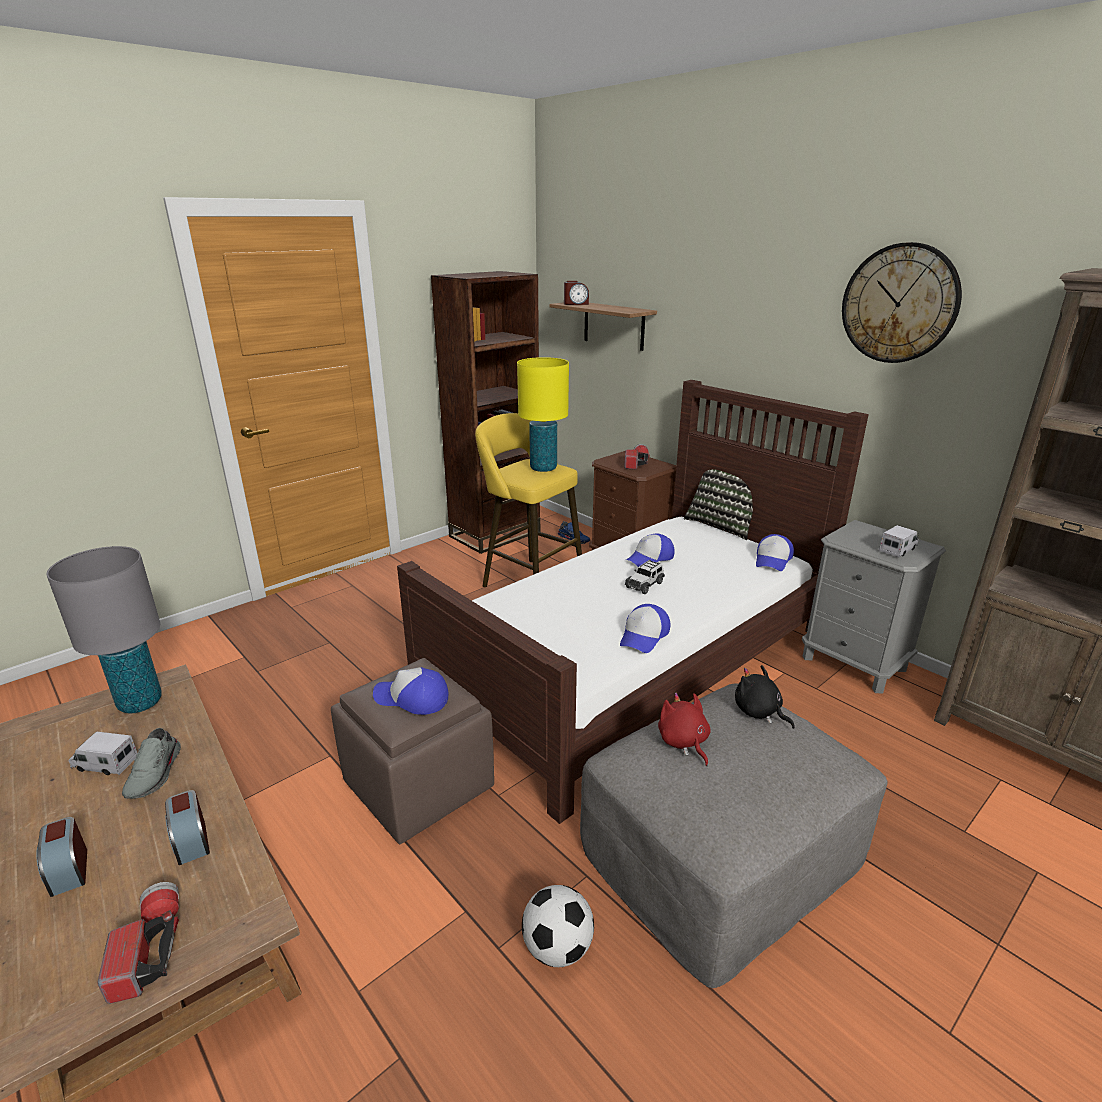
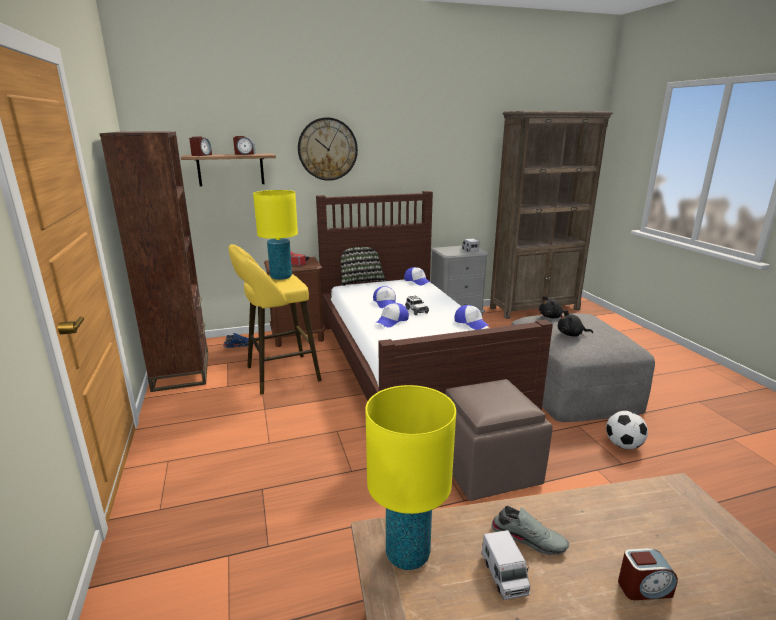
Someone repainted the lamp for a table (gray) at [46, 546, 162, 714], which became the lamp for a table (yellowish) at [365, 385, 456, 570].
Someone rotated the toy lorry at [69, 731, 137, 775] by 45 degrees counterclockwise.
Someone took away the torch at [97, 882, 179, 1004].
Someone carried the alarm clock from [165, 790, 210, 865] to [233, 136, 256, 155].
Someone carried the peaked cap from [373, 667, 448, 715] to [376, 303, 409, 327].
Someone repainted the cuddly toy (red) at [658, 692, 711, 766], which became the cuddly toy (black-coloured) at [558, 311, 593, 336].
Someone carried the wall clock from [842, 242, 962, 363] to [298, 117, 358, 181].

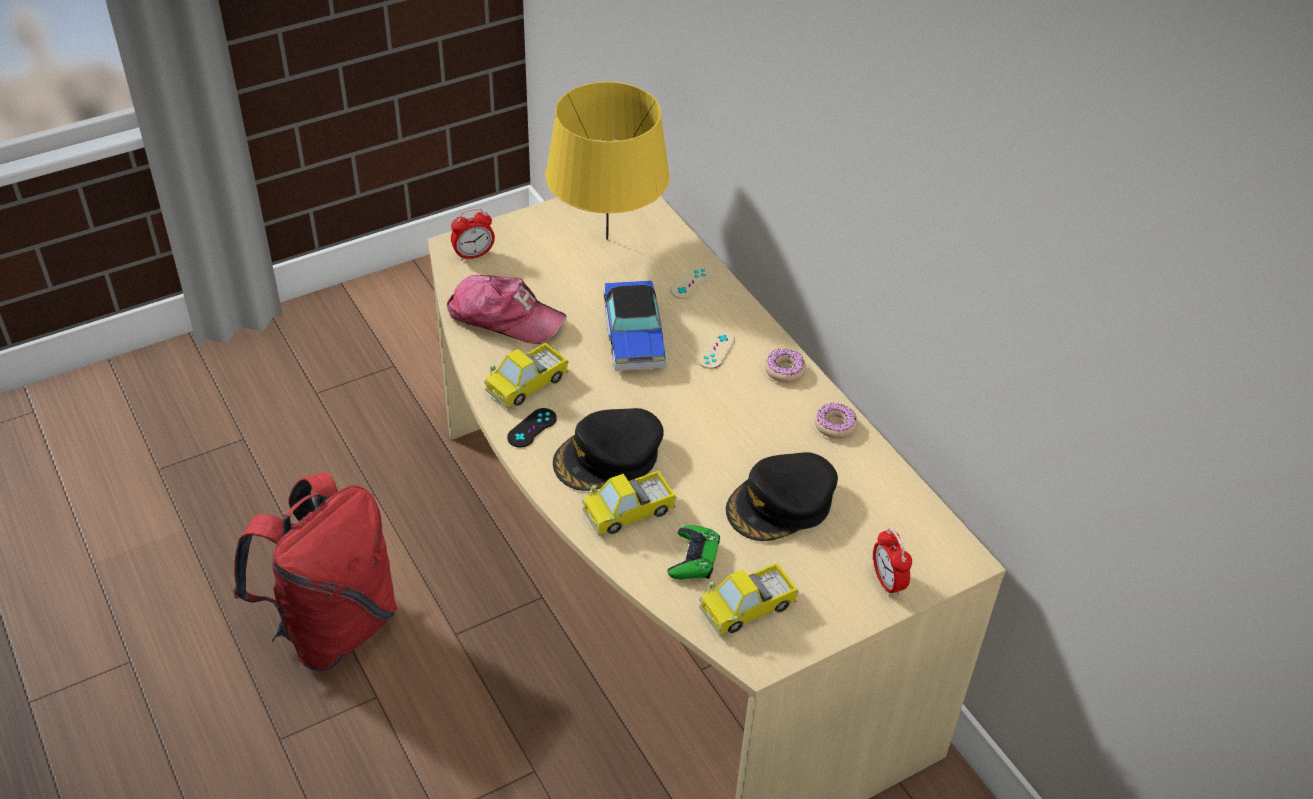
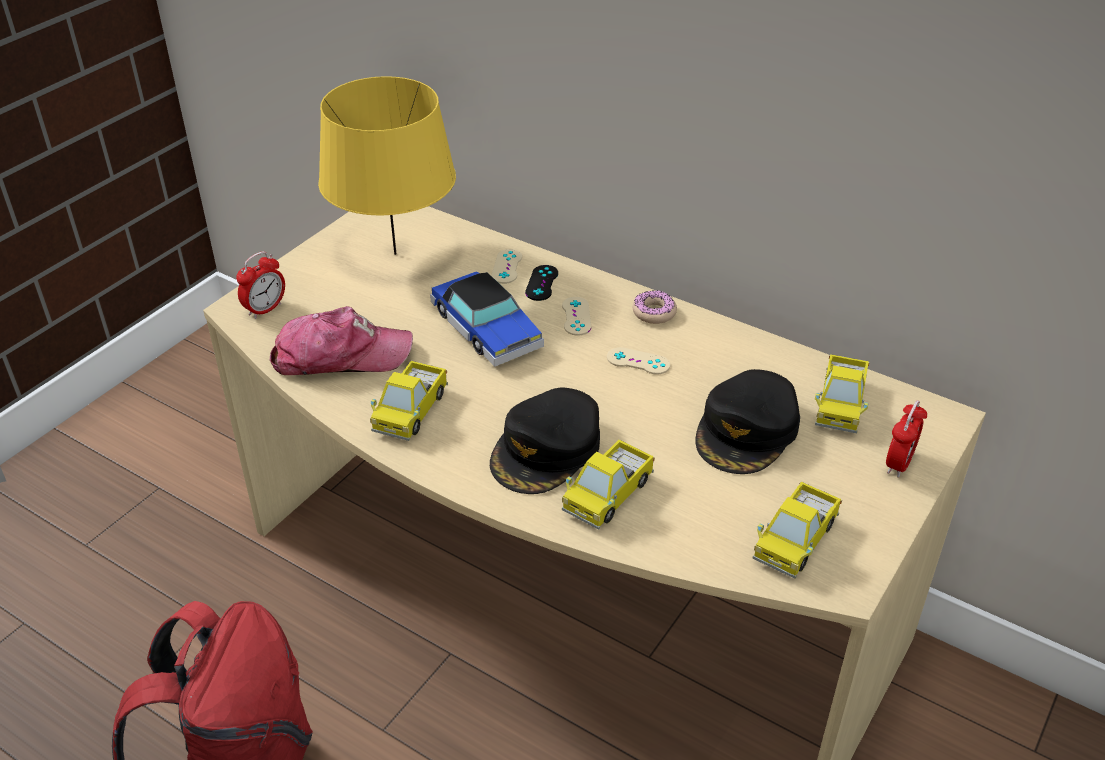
Someone carried the gamepad (black-coloured) from [507, 408, 557, 448] to [525, 265, 558, 301].
Someone took away the gamepad (greenish) at [667, 525, 720, 580].
Someone took away the ring doughnut at [815, 403, 858, 439].
Someone rotated the alarm clock at [873, 528, 912, 597] by 105 degrees counterclockwise.
Someone put down the gamepad (beige) at [607, 347, 670, 375].
Someone put down the toy lorry at [815, 354, 870, 433].

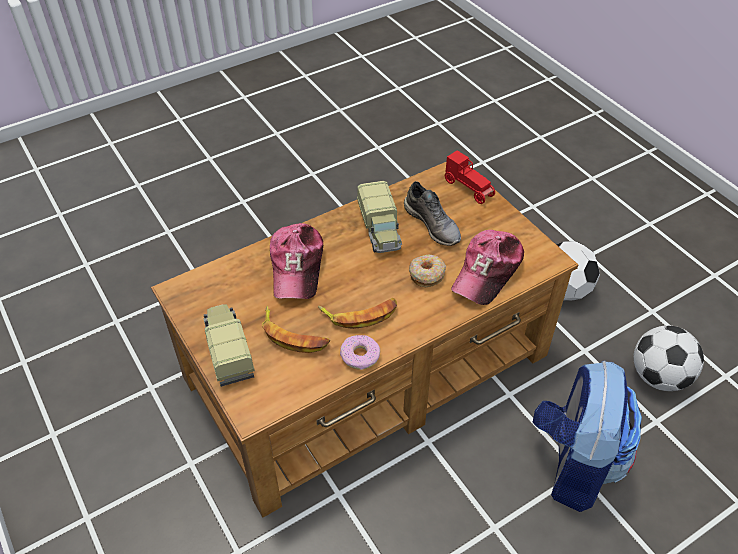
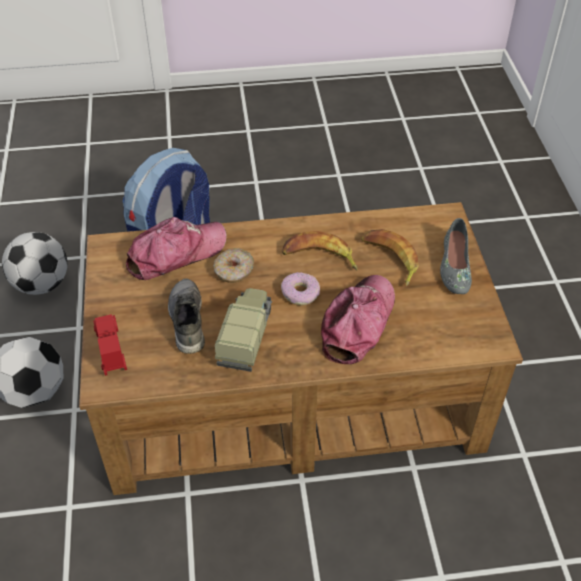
Someone swapped the toy lorry at [203, 304, 255, 387] for the shoe (gray) at [440, 218, 472, 294].
Someone carried the ring doughnut from [340, 335, 380, 370] to [281, 272, 320, 305].

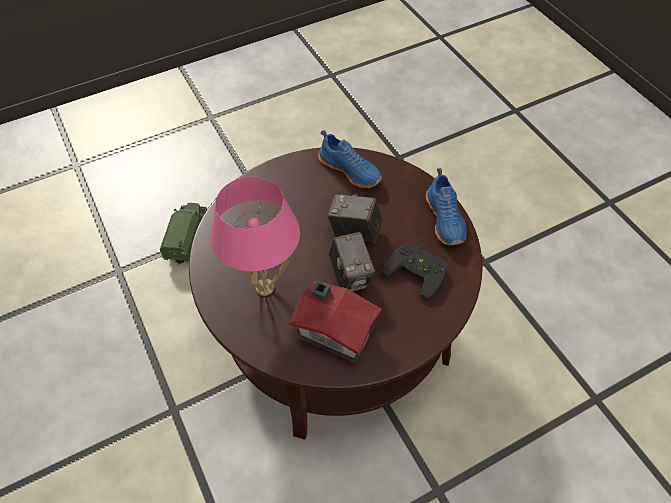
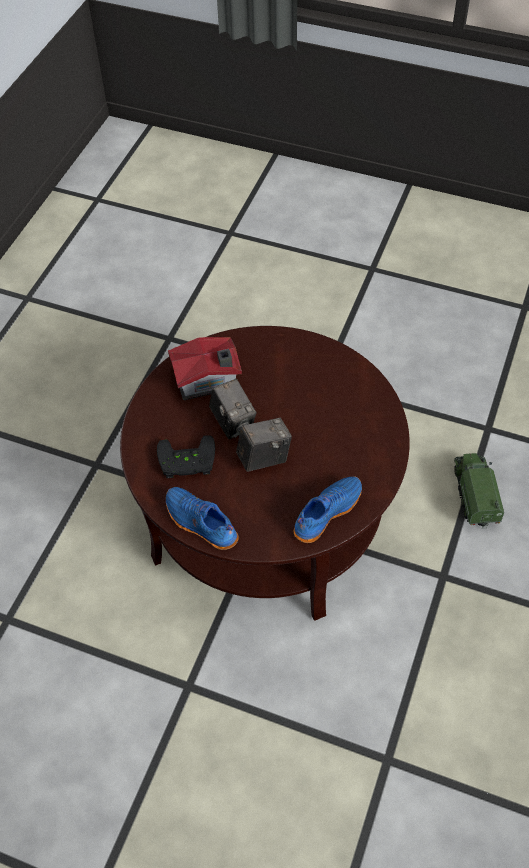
Someone rotated the toy lorry at [160, 203, 207, 265] by 150 degrees counterclockwise.
Someone took away the lamp for a table (pinkish) at [210, 177, 300, 296].
Someone rotated the shoe (blue-coloured) at [318, 130, 382, 188] by 135 degrees clockwise.
Someone rotated the still camera at [329, 232, 375, 292] by 150 degrees counterclockwise.

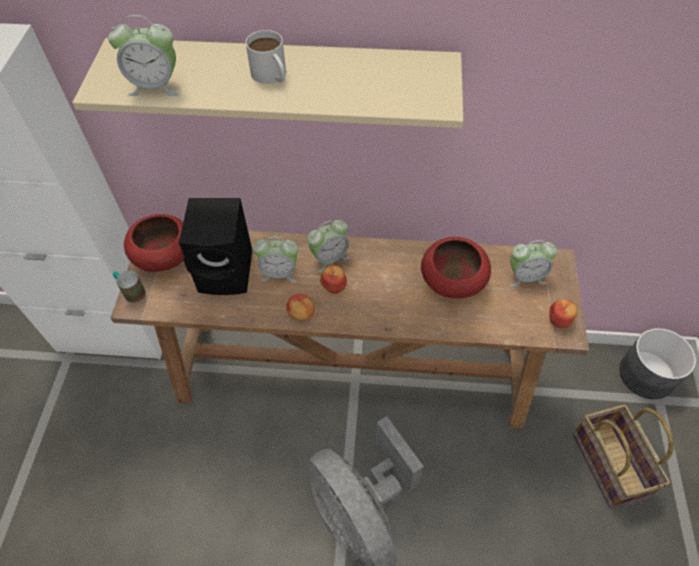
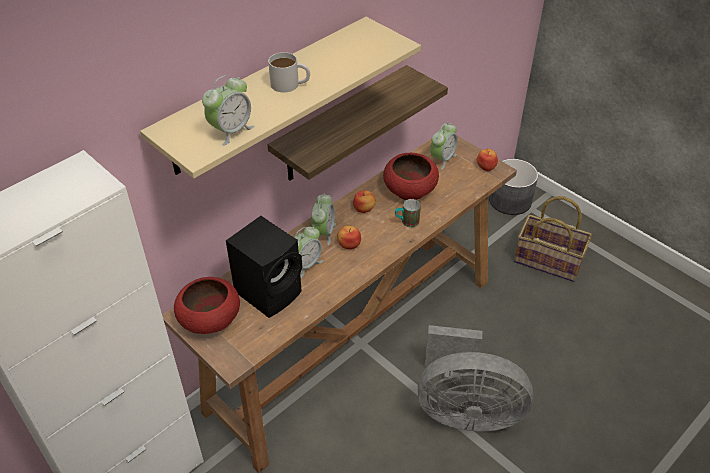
Someone carried the tea mug from [113, 271, 146, 303] to [395, 199, 421, 227].
Someone carried the whole apple from [286, 293, 315, 321] to [353, 190, 376, 213].
Someone put up the wall shelf at [267, 65, 448, 181].

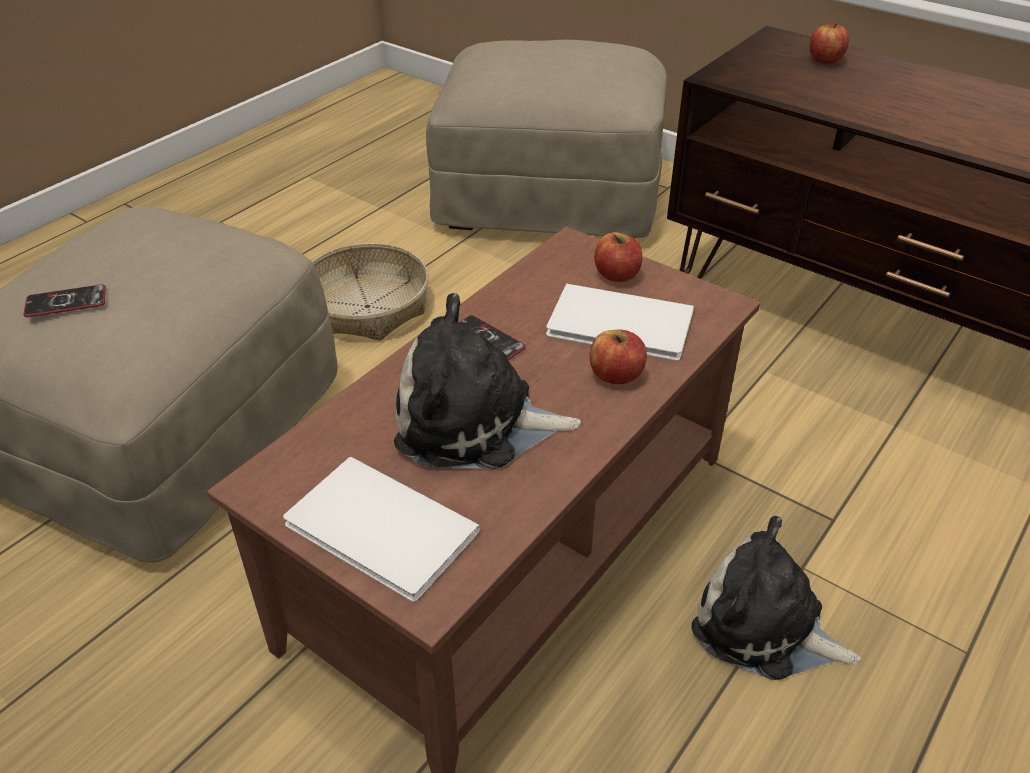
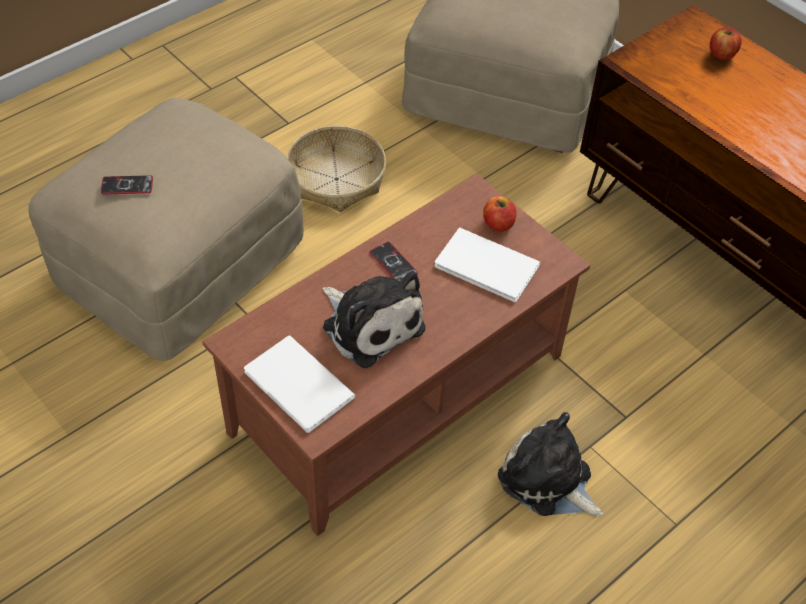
Someone rotated the cuddly toy at [394, 293, 581, 469] by 150 degrees counterclockwise.
Someone took away the whole apple at [590, 330, 647, 384].

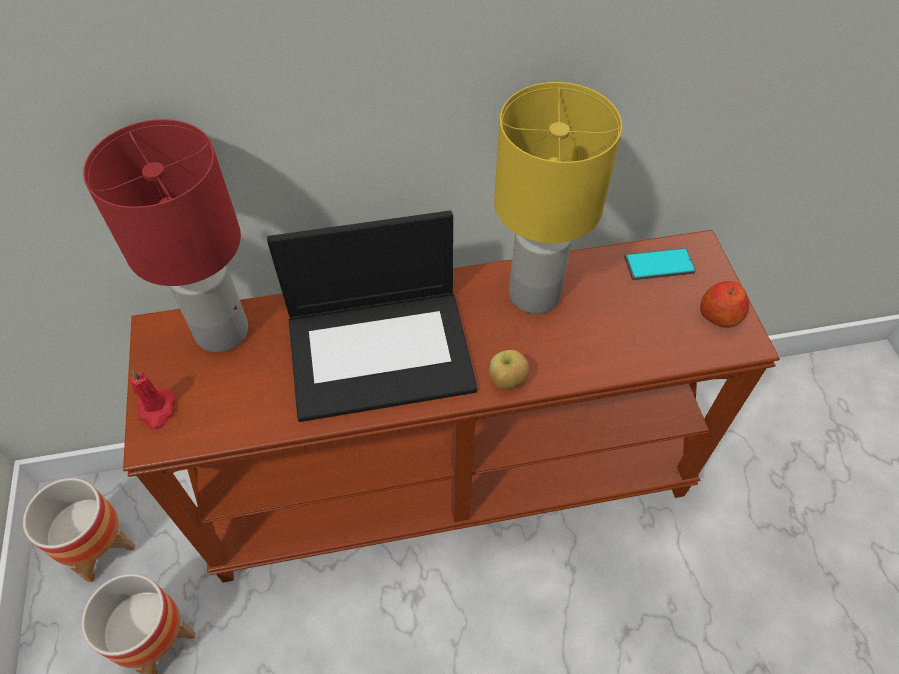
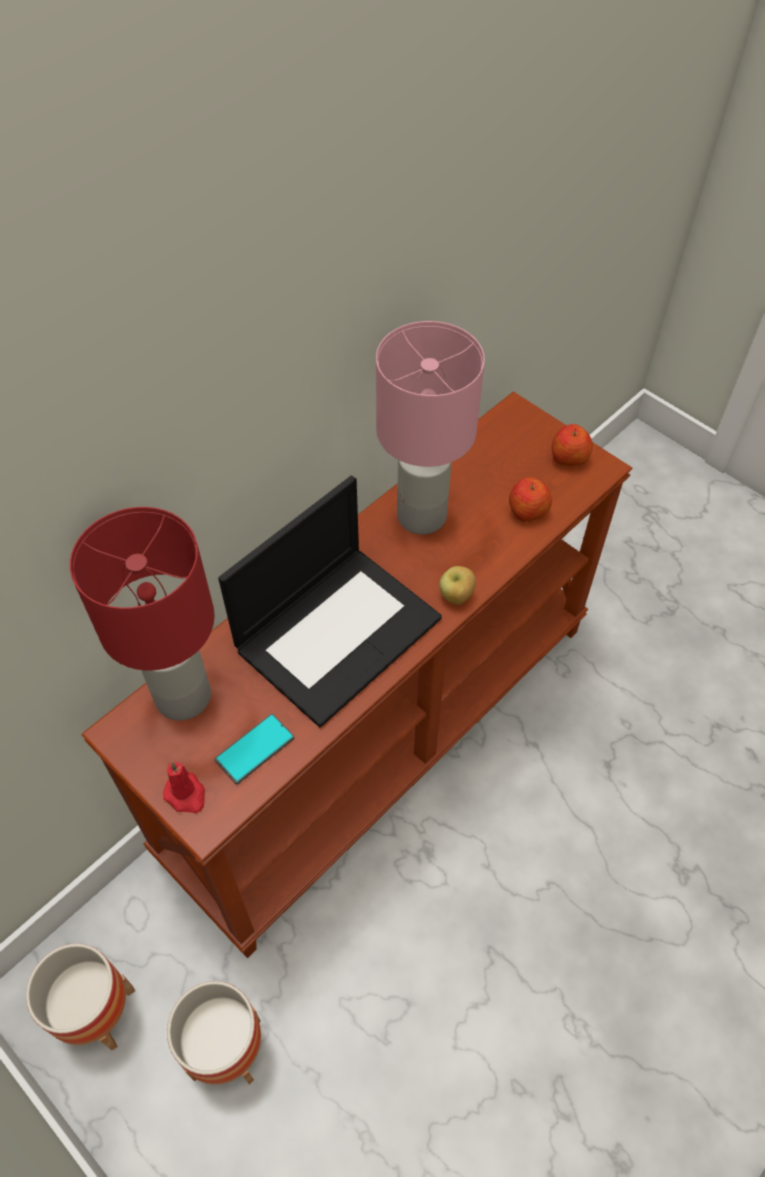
Someone repainted the lamp for a table (yellowish) at [494, 82, 622, 314], which became the lamp for a table (pinkish) at [376, 321, 485, 535].
Someone carried the phone from [624, 248, 696, 280] to [214, 714, 294, 785].
Someone put down the whole apple at [509, 477, 552, 522].

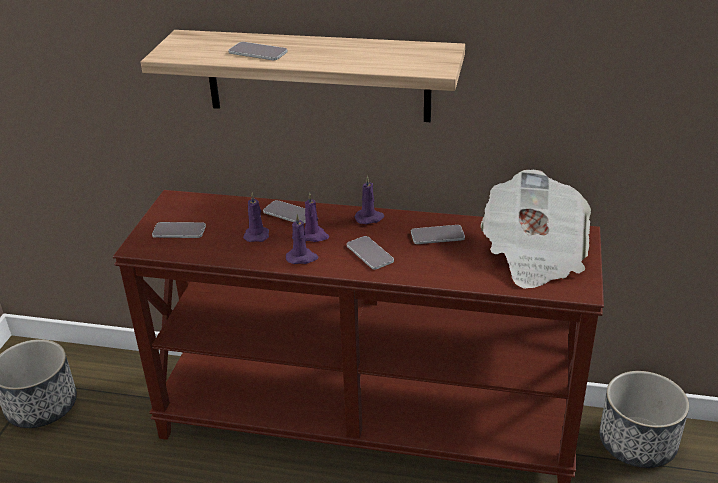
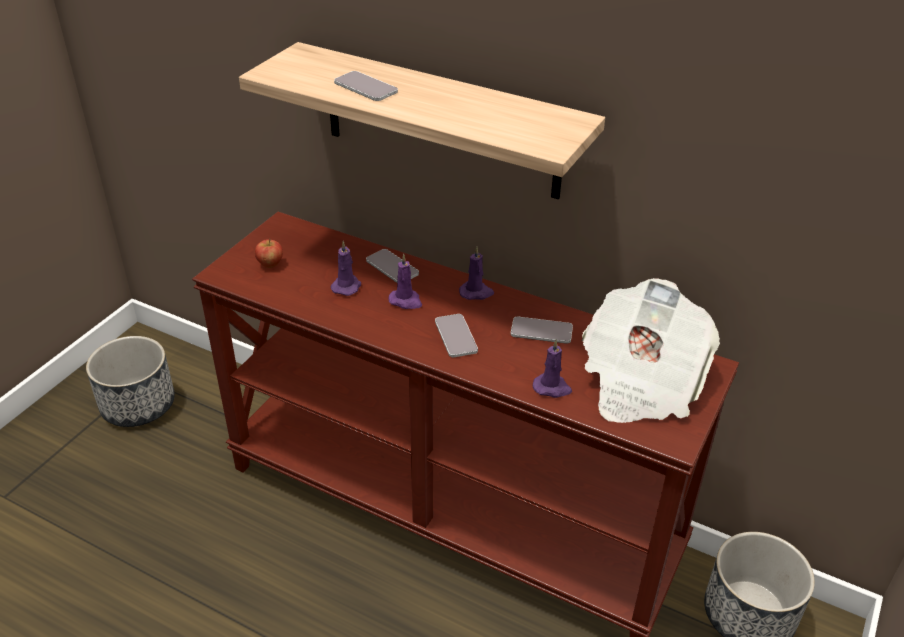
Someone swapped the phone at [152, 222, 206, 238] for the whole apple at [255, 238, 283, 268].
Someone carried the wax candle (purple) from [286, 214, 318, 264] to [533, 339, 572, 398].

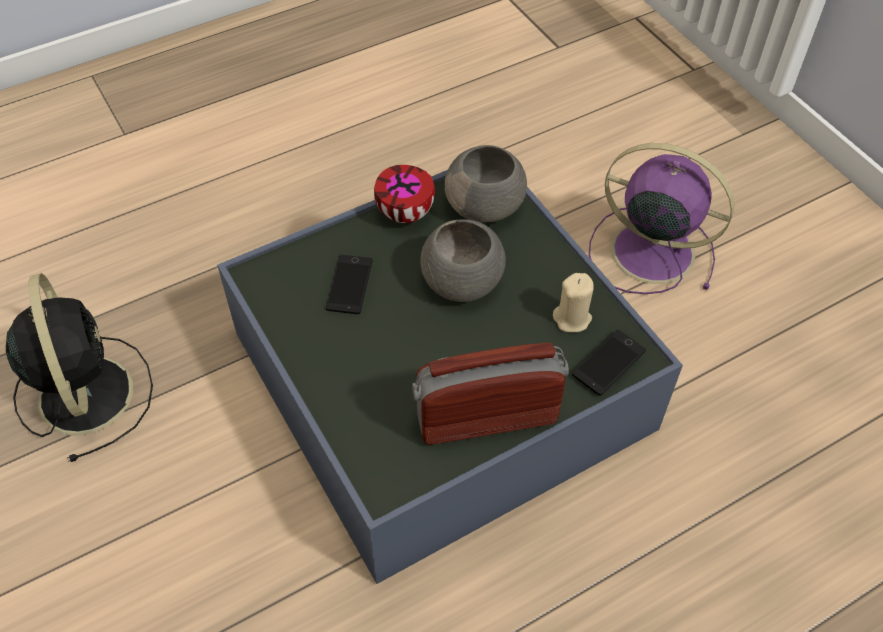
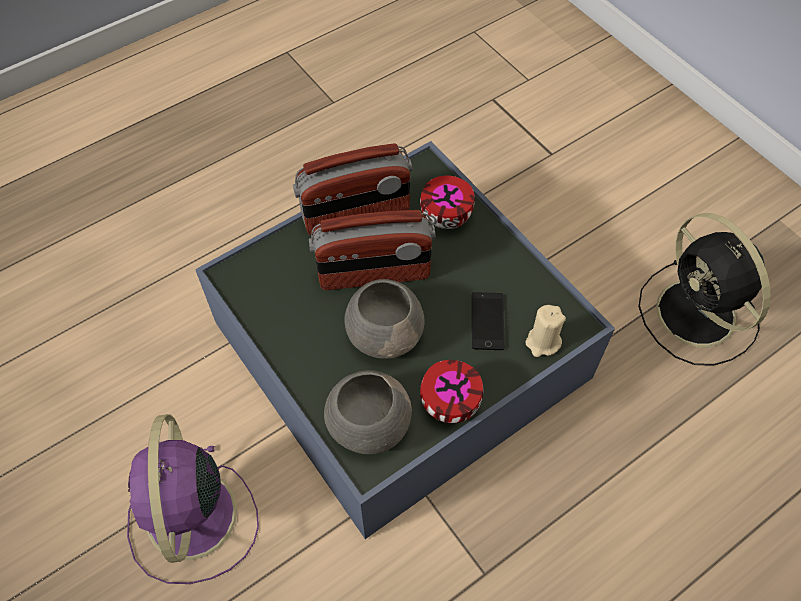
Someone carried the wax candle (beige) from [553, 273, 594, 332] to [525, 305, 566, 357].
Someone took away the phone at [572, 330, 646, 396].
Someone rotated the fan (purple) at [589, 143, 734, 294] by 60 degrees clockwise.
Someone put down the radio at [309, 210, 435, 290].
Someone put down the deep dish at [420, 176, 475, 229].

